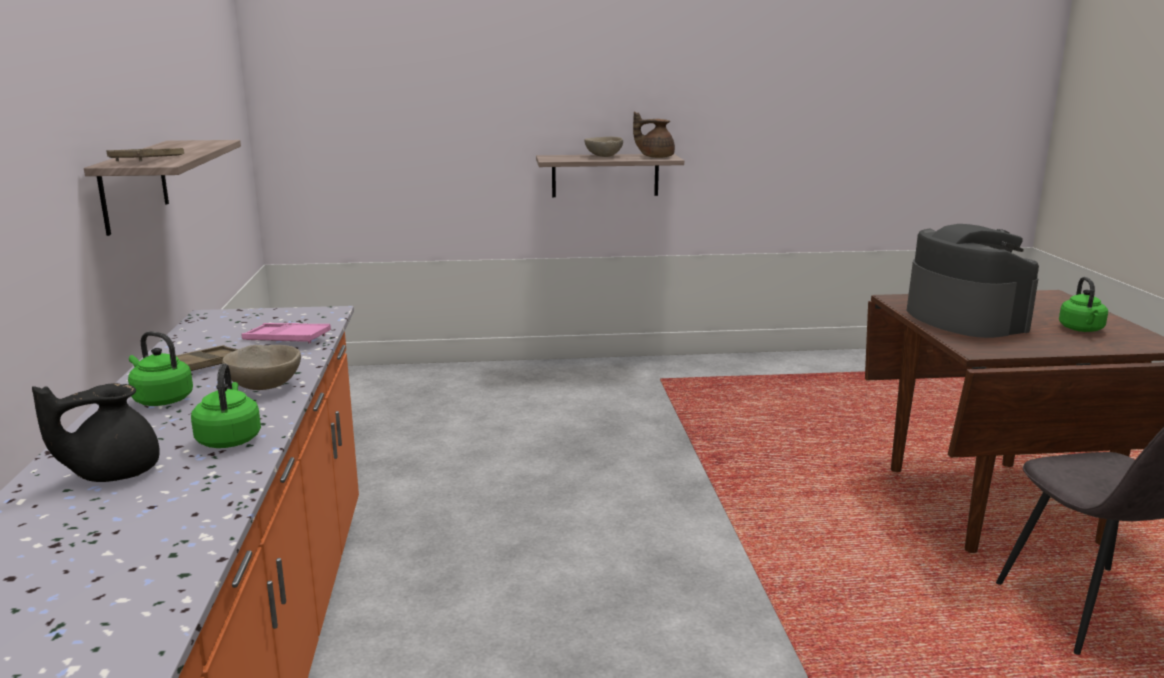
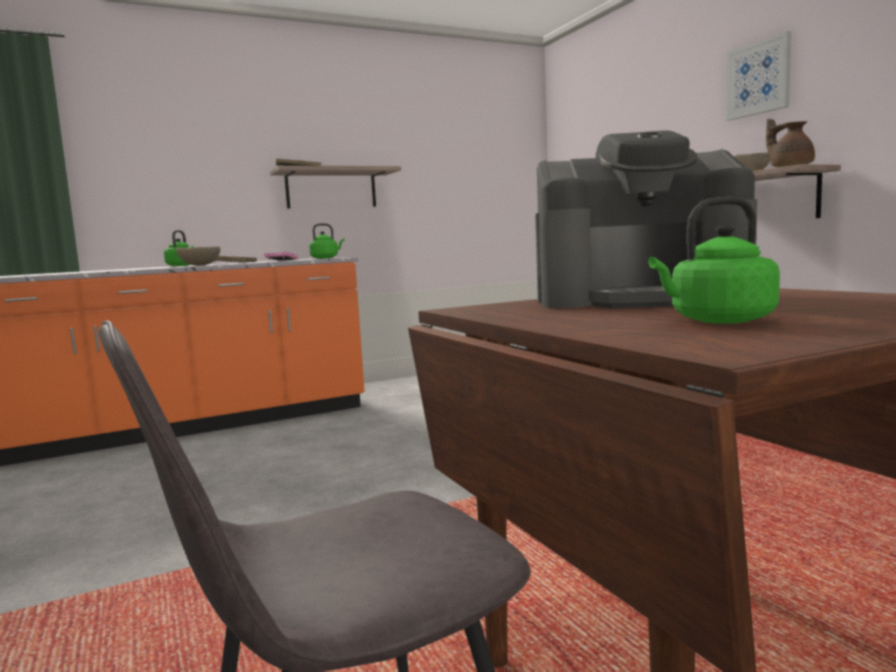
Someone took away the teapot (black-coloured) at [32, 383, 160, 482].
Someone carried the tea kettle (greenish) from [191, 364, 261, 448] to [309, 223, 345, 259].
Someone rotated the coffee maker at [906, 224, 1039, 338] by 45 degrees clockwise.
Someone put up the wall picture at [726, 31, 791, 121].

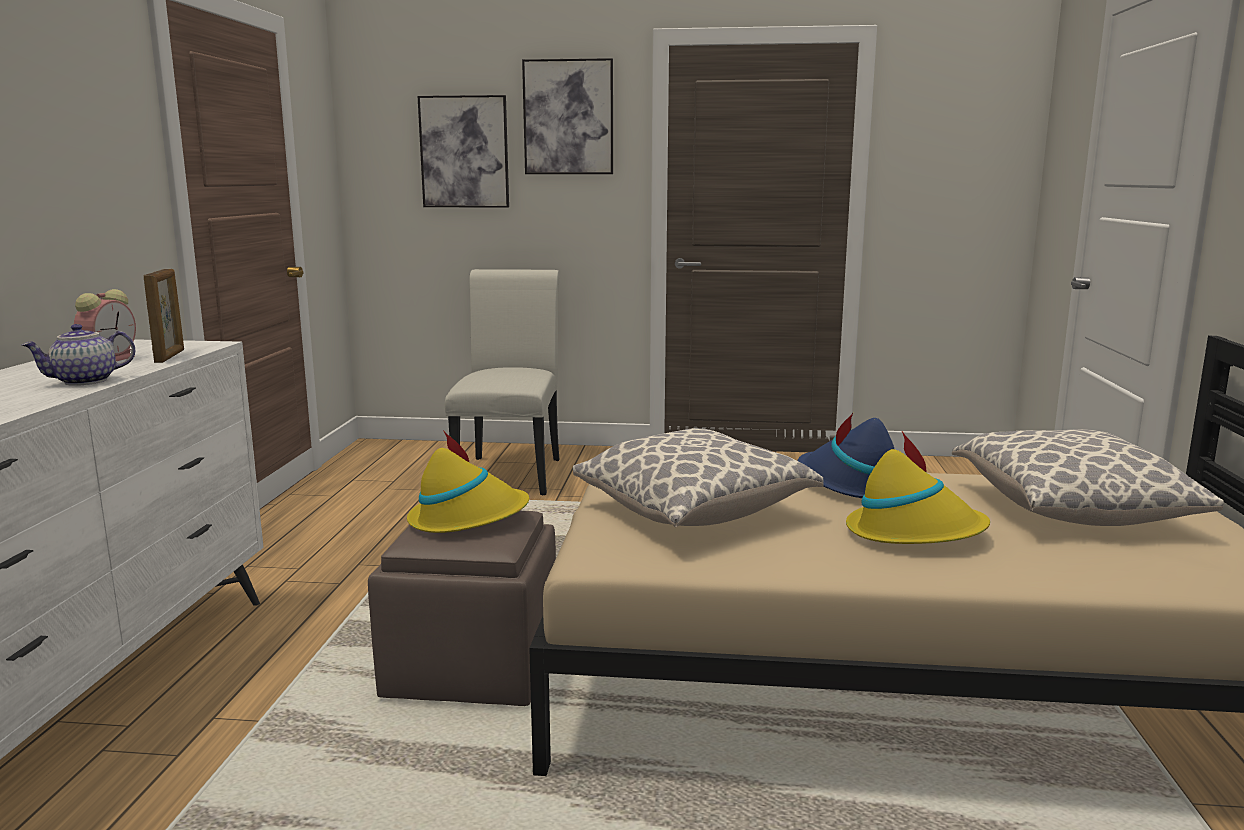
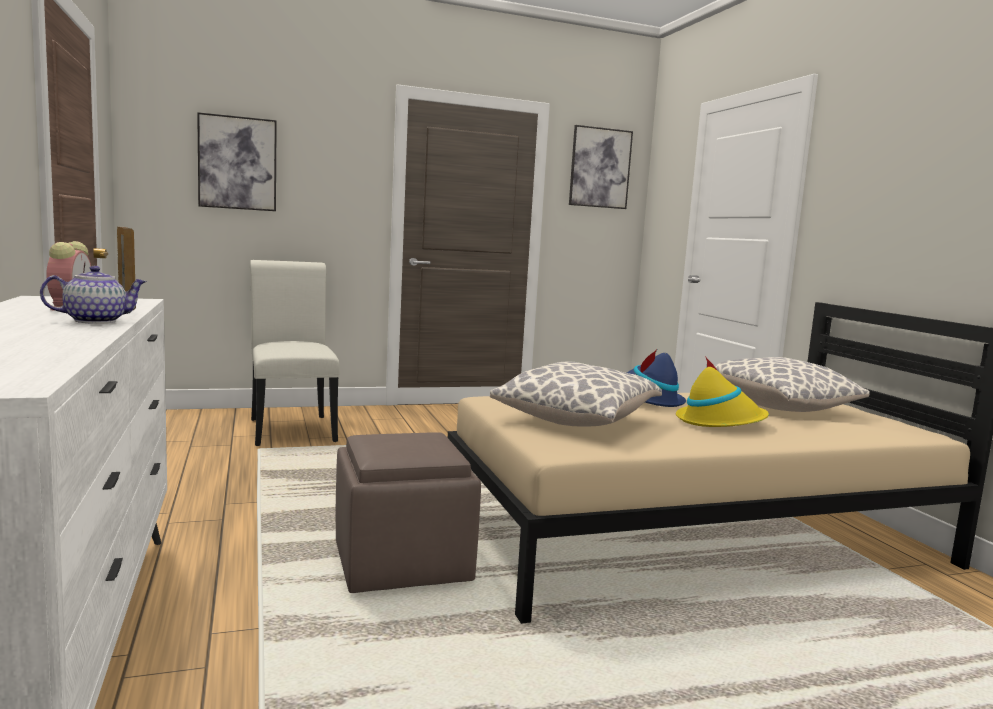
Someone rotated the teapot at [22, 324, 135, 386] by 150 degrees counterclockwise.
Someone took away the clothing hat (yellowish) at [407, 430, 529, 533].
Someone carried the wall picture from [522, 58, 613, 174] to [569, 125, 633, 209].

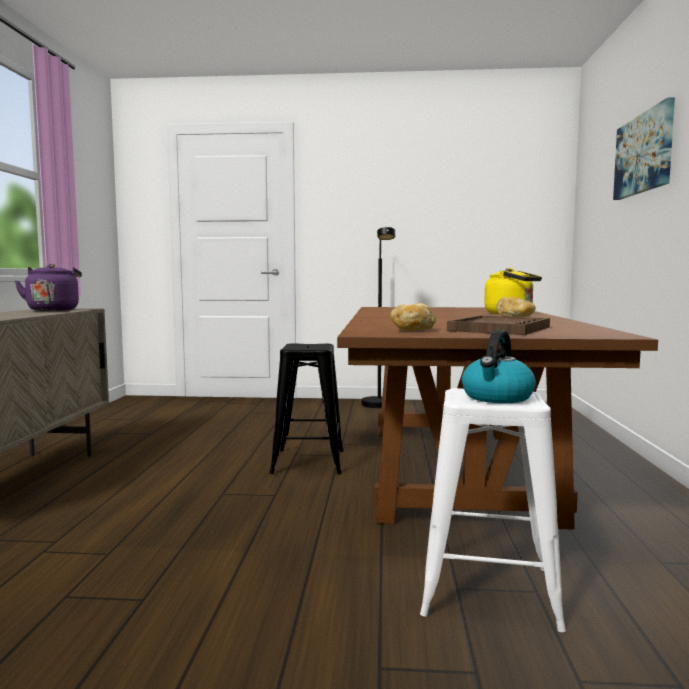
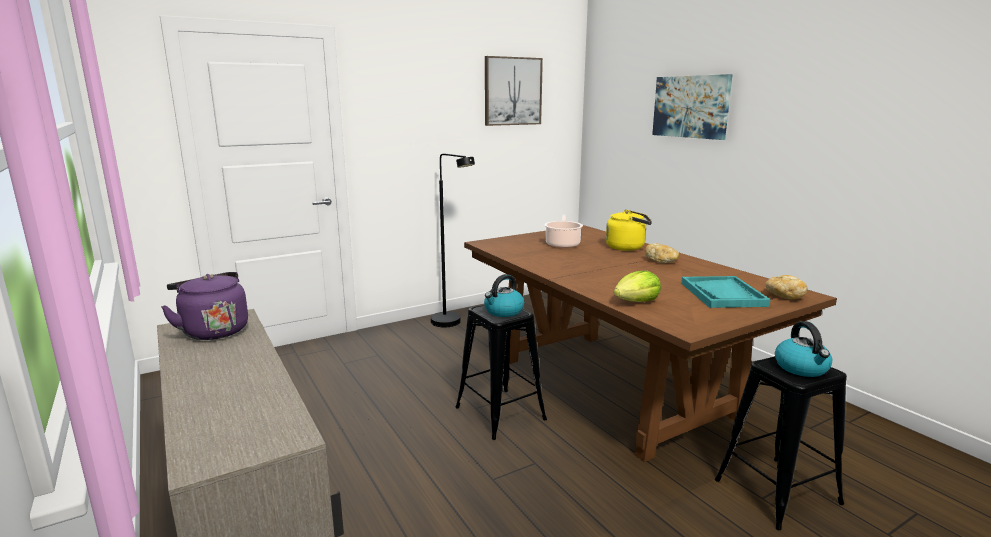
Someone carried the bread from [390, 303, 436, 331] to [765, 275, 808, 299].
Someone repainted the stool (white-coloured) at [420, 388, 566, 632], which became the stool (black-coloured) at [715, 356, 847, 530].
Someone repainted the carrying tray (brownish) at [447, 316, 550, 335], which became the carrying tray (turquoise) at [681, 276, 770, 308].
Someone put down the tea kettle at [484, 274, 524, 317].
Someone put up the wall picture at [485, 56, 543, 126].
Someone put down the cooking pot at [544, 215, 583, 248].
Someone put down the lettuce at [614, 271, 661, 302].

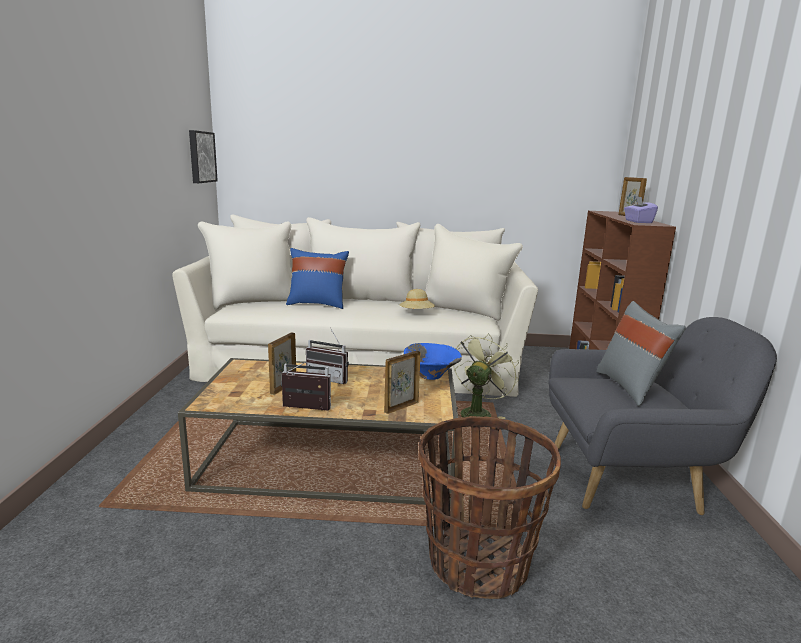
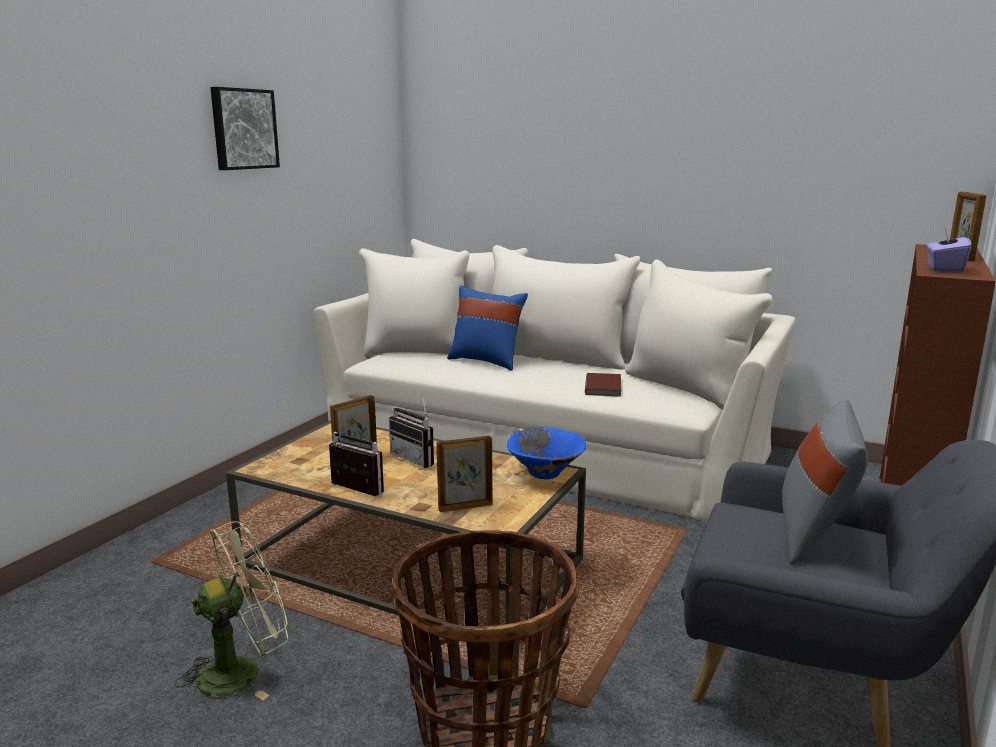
Someone carried the wall picture from [189, 130, 218, 183] to [210, 87, 280, 170].
Someone swapped the clothing hat (beige) at [399, 289, 435, 309] for the bound book (brownish) at [585, 373, 621, 397].
Someone carried the fan (greenish) from [453, 333, 519, 419] to [175, 521, 288, 700].

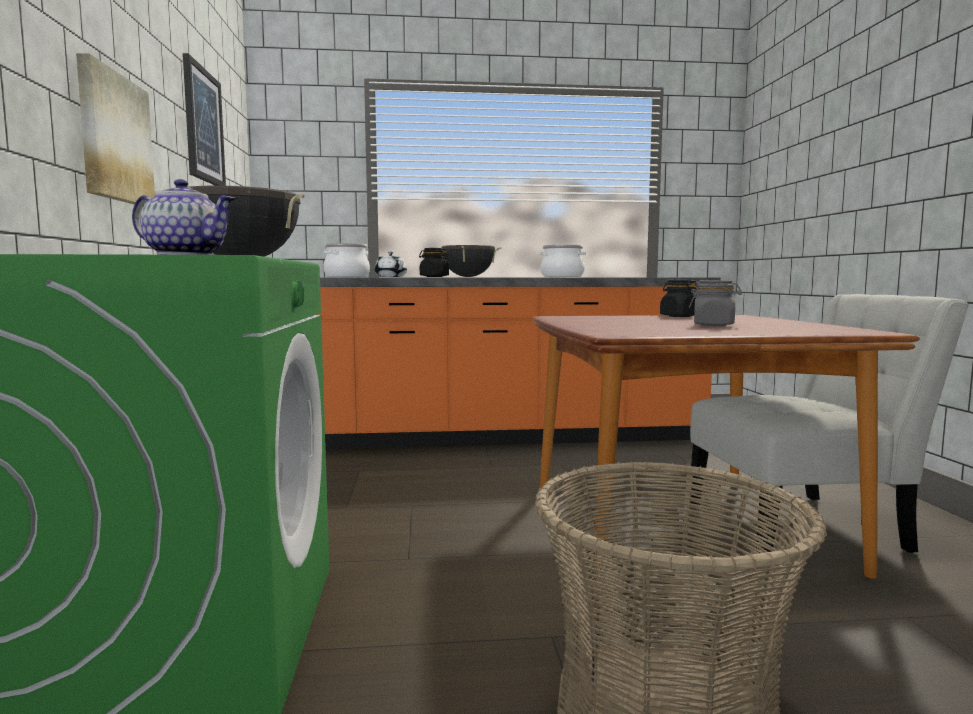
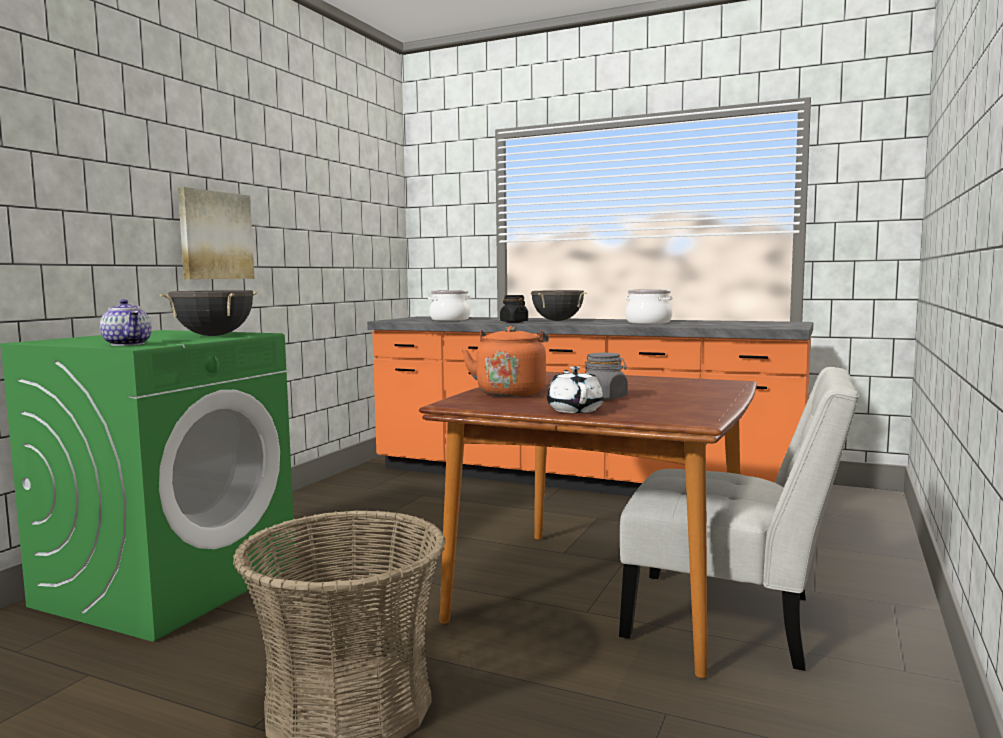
Someone took away the wall picture at [183, 53, 226, 186].
Someone carried the teapot (white-coloured) from [375, 252, 407, 277] to [547, 366, 604, 413].
Someone took away the jar (black-coloured) at [660, 280, 697, 317].
Someone put down the tea kettle (orange) at [462, 326, 549, 397].

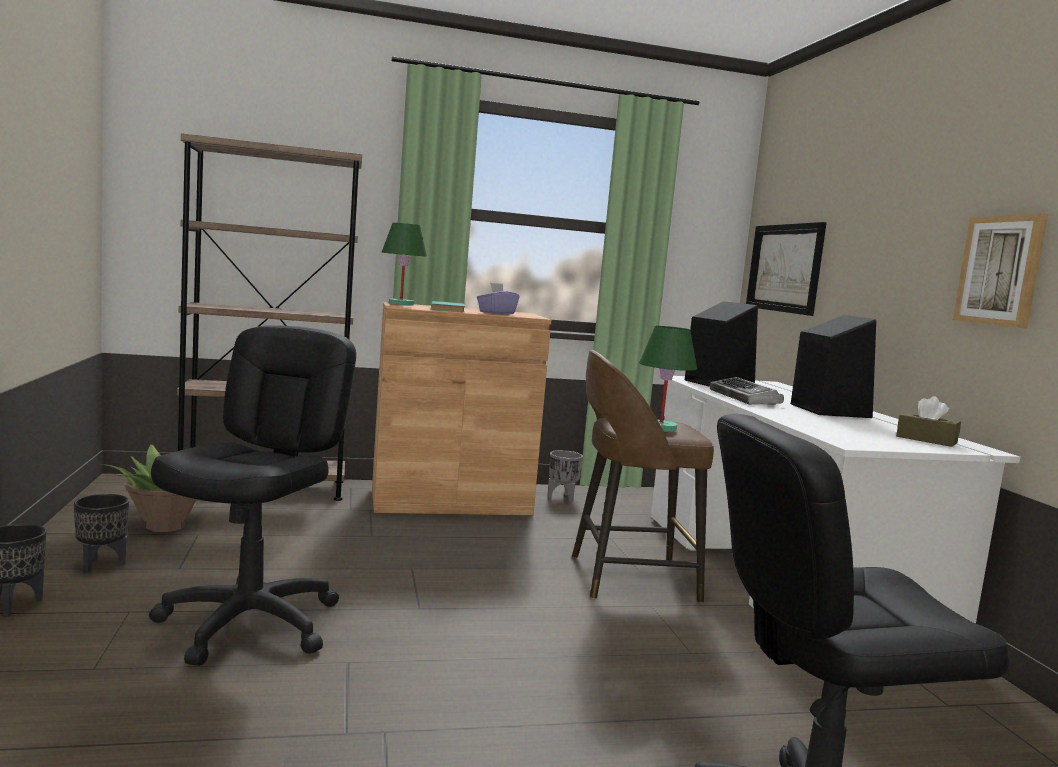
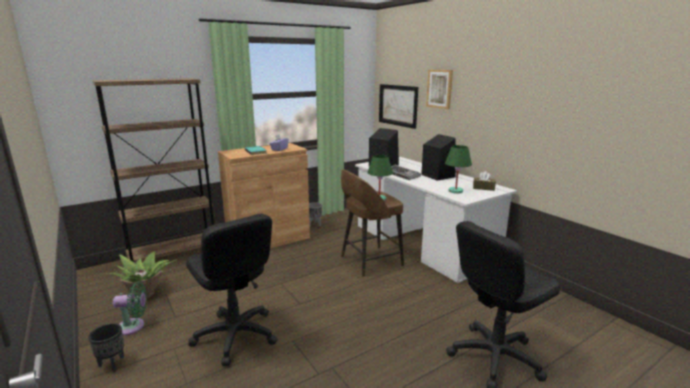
Someone swapped the planter (black-coloured) at [74, 494, 129, 573] for the fan (greenish) at [113, 282, 147, 336].
Someone rotated the computer chair (black-coloured) at [149, 325, 356, 666] by 150 degrees clockwise.
Someone carried the lamp for a table (greenish) from [381, 223, 427, 305] to [445, 145, 472, 194].
Someone carried the wall picture from [953, 214, 1048, 328] to [426, 70, 453, 109].

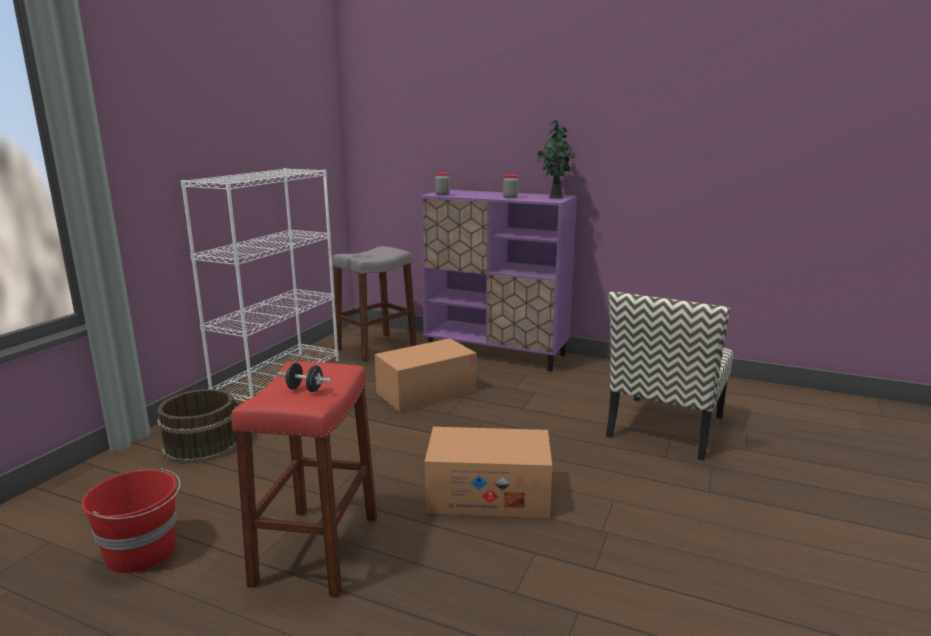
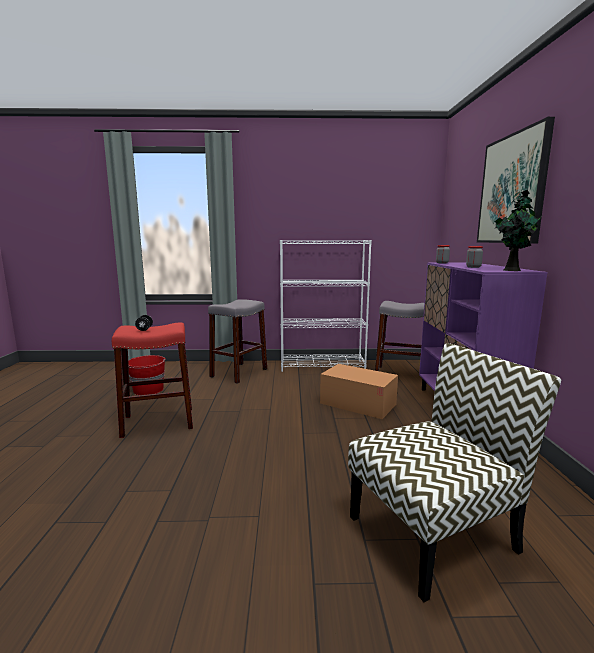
Someone swapped the bucket (brownish) at [157, 389, 238, 464] for the stool (gray) at [208, 299, 267, 384].
Someone took away the packing box at [425, 427, 552, 518].
Someone rotated the plain chair at [606, 292, 733, 461] by 150 degrees clockwise.
Someone put up the wall picture at [477, 117, 555, 243].

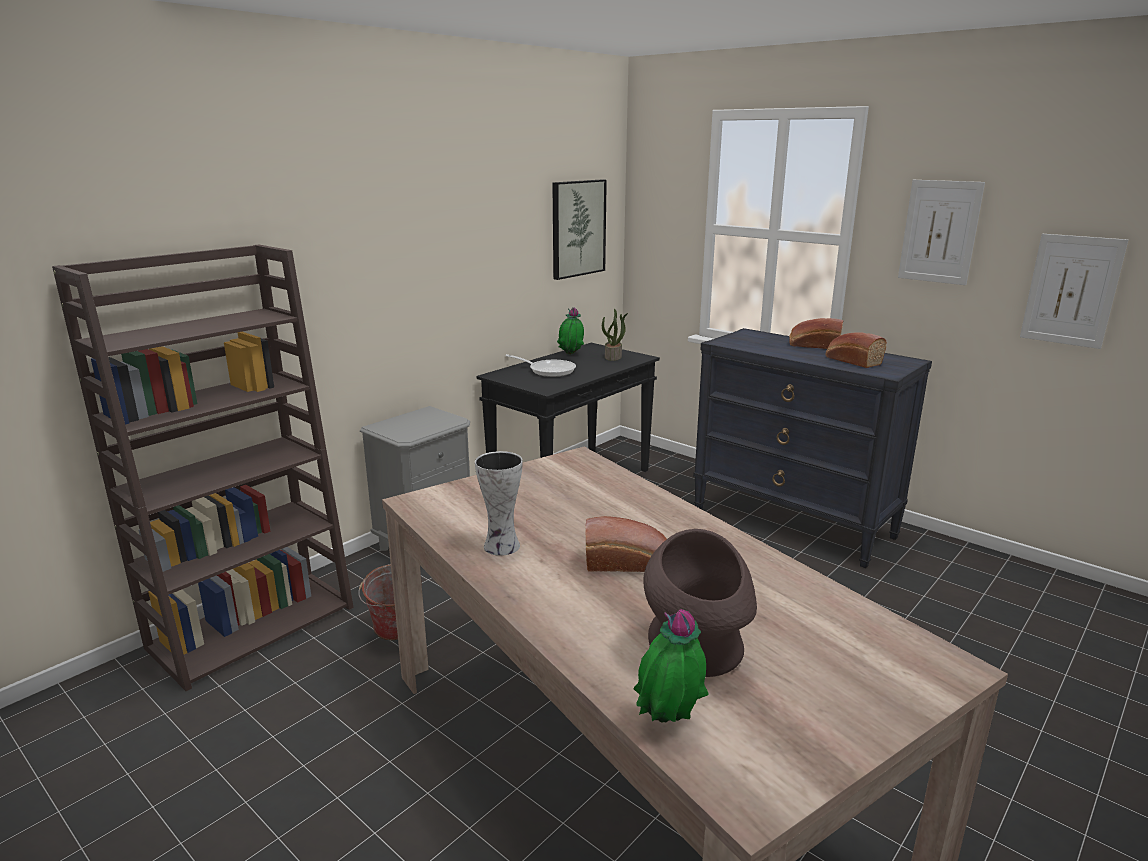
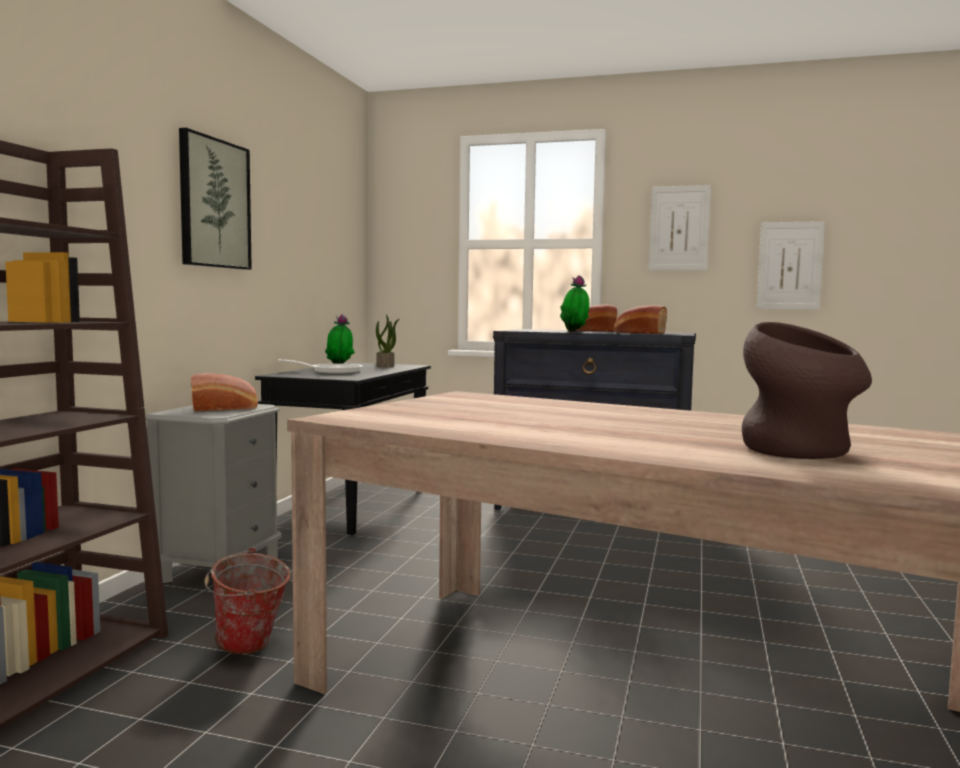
Someone took away the vase at [475, 451, 523, 556].
Someone carried the wall picture from [552, 179, 607, 280] to [179, 128, 252, 270].
Someone carried the bread from [585, 516, 667, 572] to [191, 373, 258, 412].
Someone carried the plant in a pot from [633, 609, 708, 722] to [560, 275, 589, 332].

